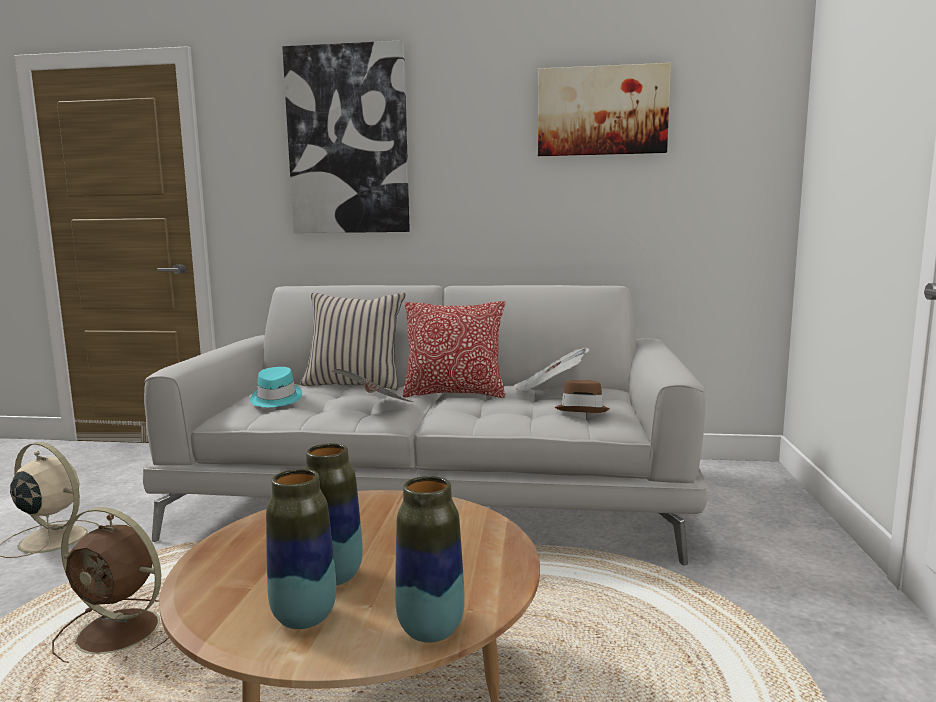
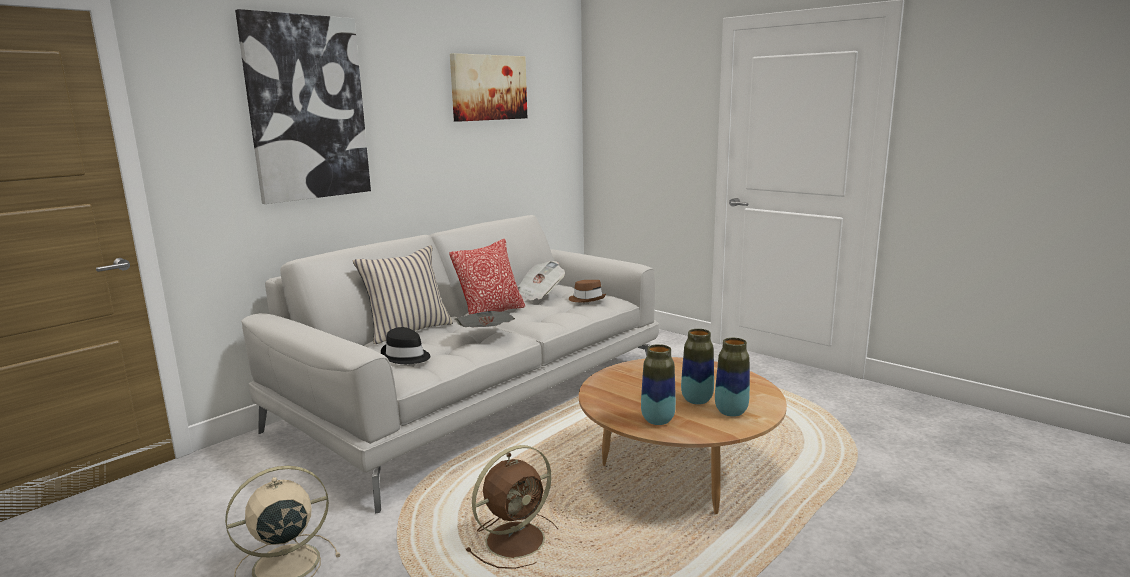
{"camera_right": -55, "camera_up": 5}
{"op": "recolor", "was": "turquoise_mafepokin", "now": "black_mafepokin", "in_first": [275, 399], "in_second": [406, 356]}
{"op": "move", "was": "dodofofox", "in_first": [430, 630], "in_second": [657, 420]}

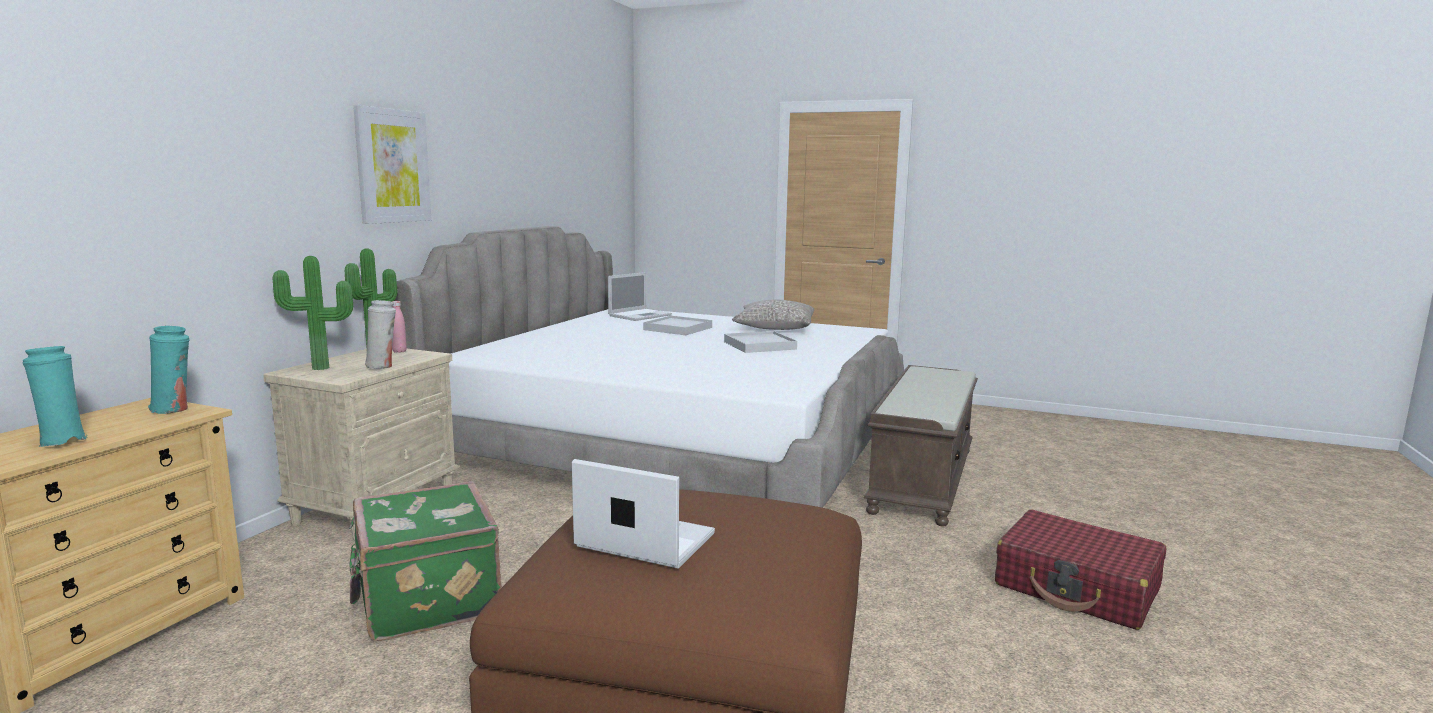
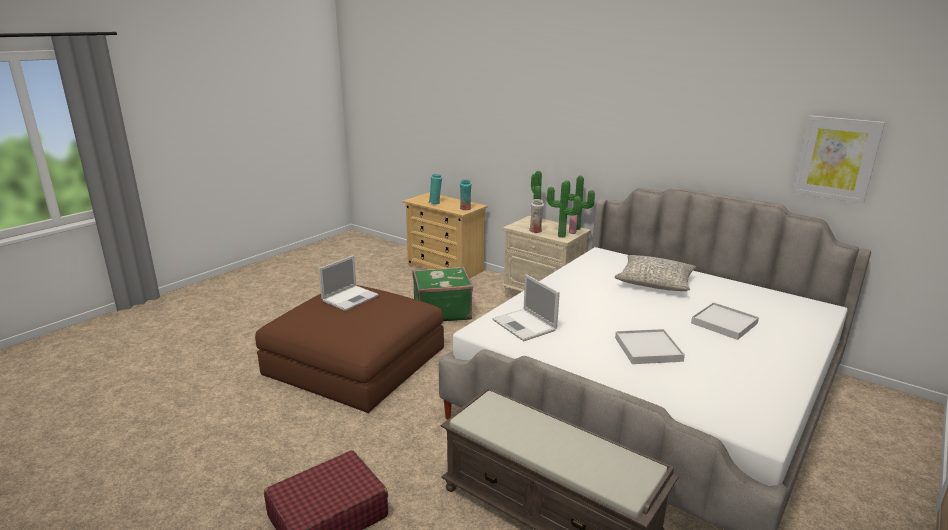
{"camera_right": 105, "camera_up": 10}
{"op": "move", "was": "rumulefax", "in_first": [392, 166], "in_second": [836, 158]}
{"op": "move", "was": "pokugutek", "in_first": [640, 315], "in_second": [525, 325]}
{"op": "move", "was": "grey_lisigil", "in_first": [774, 328], "in_second": [655, 282]}
{"op": "insert", "now": "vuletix", "in_second": [561, 236]}

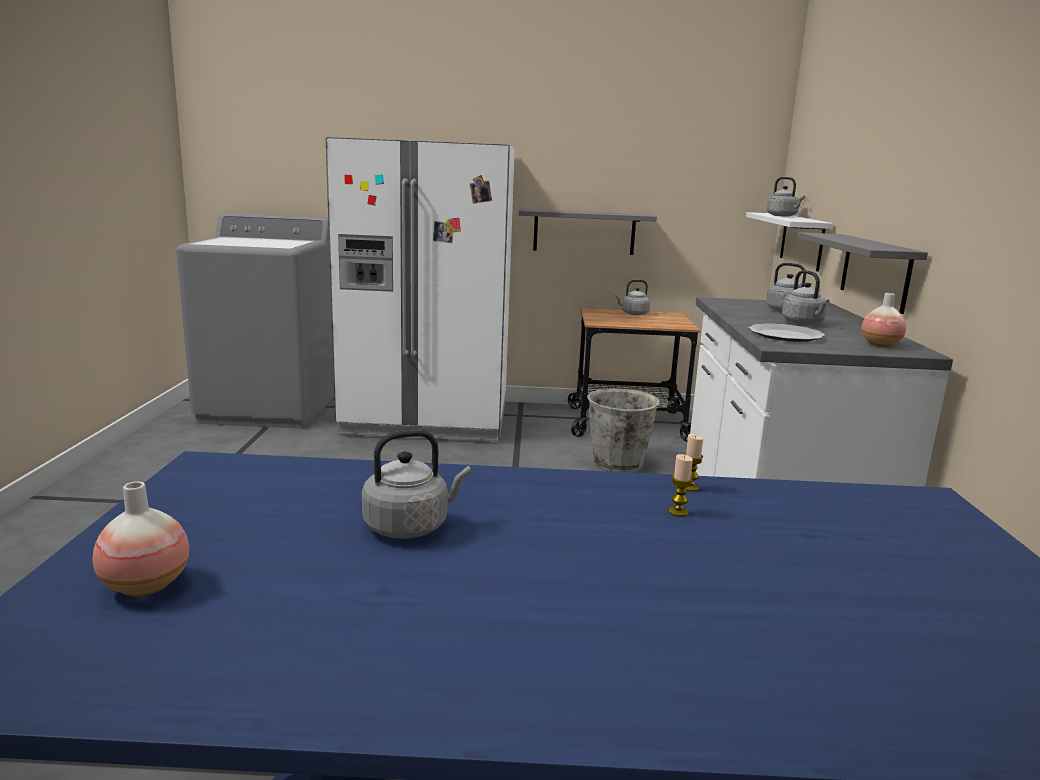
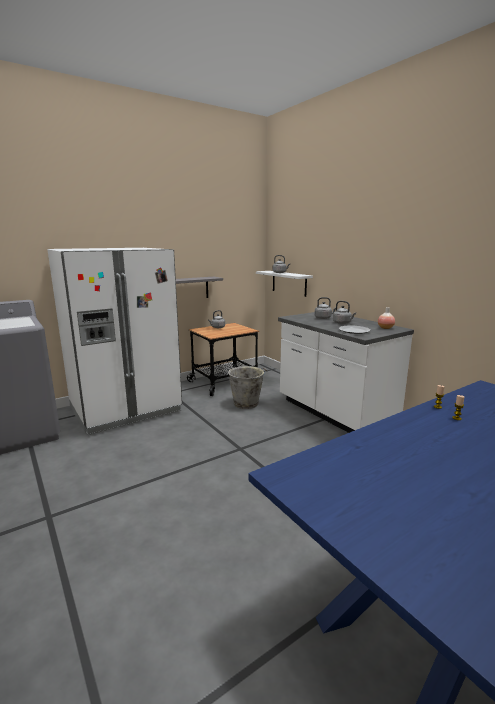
{"camera_right": -35, "camera_up": 0}
{"op": "delete", "was": "dodofofox", "in_first": [146, 585]}
{"op": "delete", "was": "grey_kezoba", "in_first": [410, 526]}
{"op": "delete", "was": "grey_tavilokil", "in_first": [875, 271]}

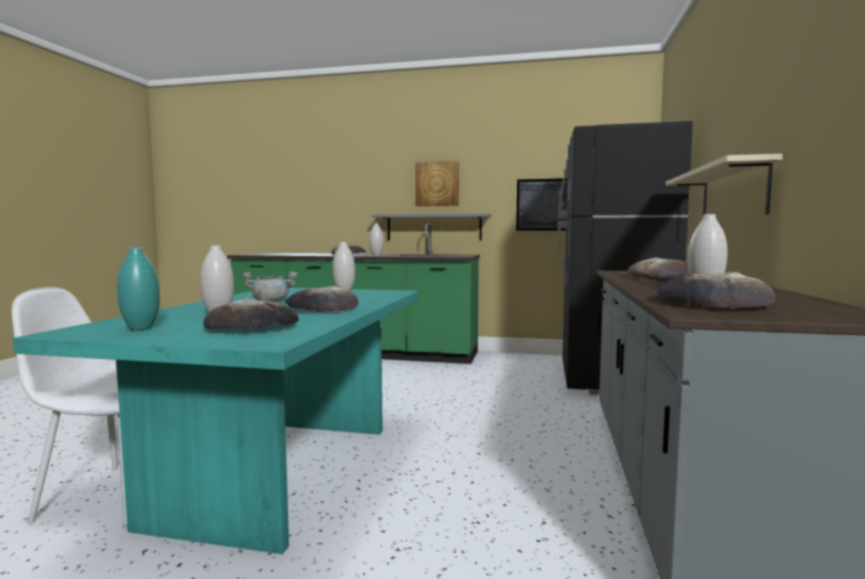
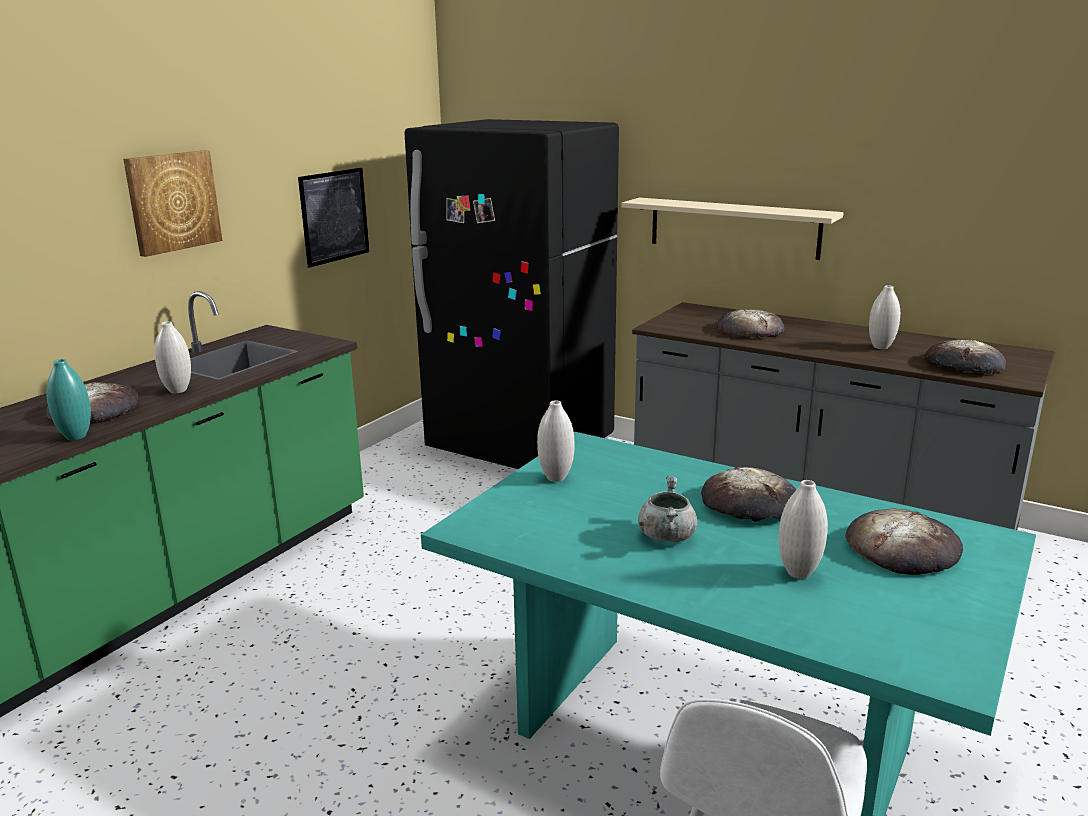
{"camera_right": -70, "camera_up": 15}
{"op": "move", "was": "turquoise_dodofofox", "in_first": [140, 329], "in_second": [76, 437]}
{"op": "delete", "was": "grey_tavilokil", "in_first": [433, 227]}

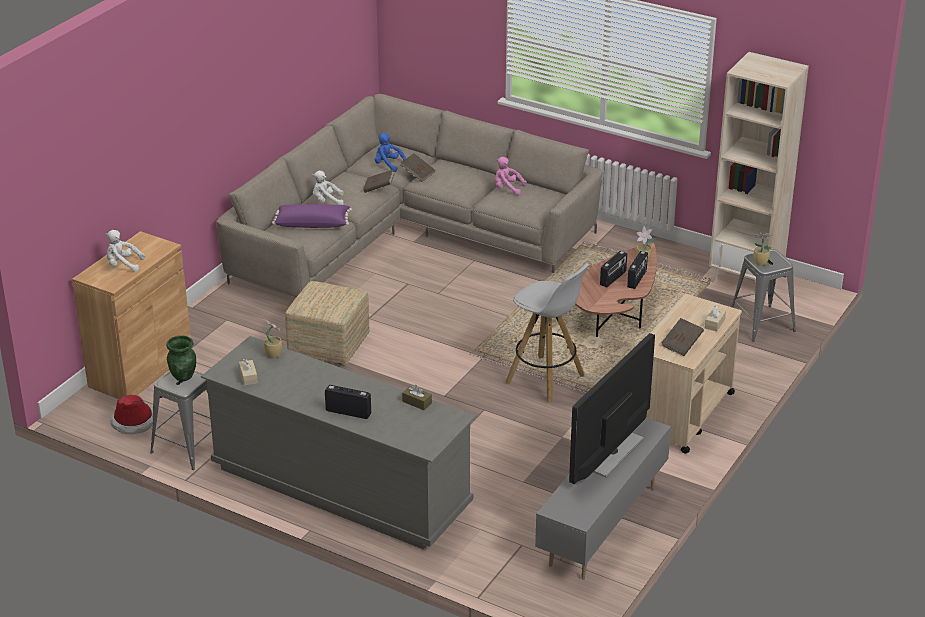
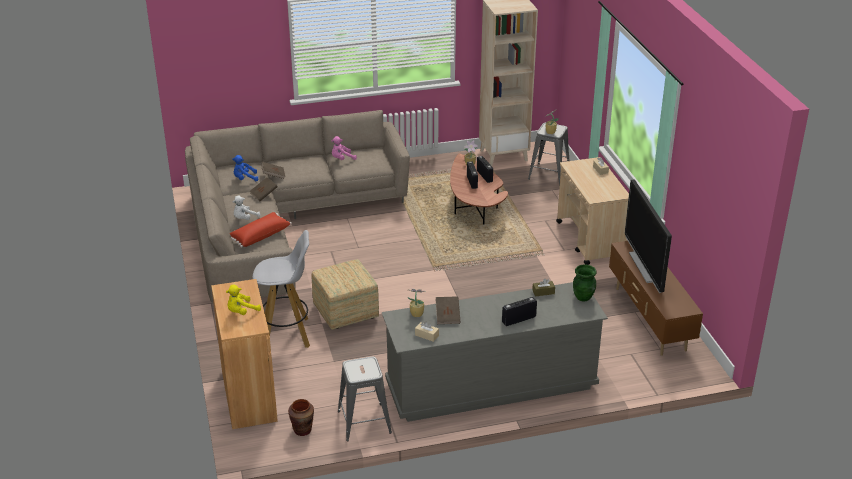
{"camera_right": -45, "camera_up": 0}
{"op": "recolor", "was": "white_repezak", "now": "yellow_repezak", "in_first": [123, 265], "in_second": [241, 312]}
{"op": "replace", "was": "mafepokin", "now": "brown_dodofofox", "in_first": [133, 422], "in_second": [302, 430]}
{"op": "move", "was": "green_dodofofox", "in_first": [183, 376], "in_second": [583, 297]}
{"op": "recolor", "was": "purple_lisigil", "now": "red_lisigil", "in_first": [312, 223], "in_second": [259, 236]}
{"op": "move", "was": "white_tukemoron", "in_first": [546, 380], "in_second": [287, 334]}
{"op": "recolor", "was": "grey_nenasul", "now": "brown_nenasul", "in_first": [601, 526], "in_second": [649, 319]}
{"op": "move", "was": "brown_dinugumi", "in_first": [682, 345], "in_second": [447, 316]}

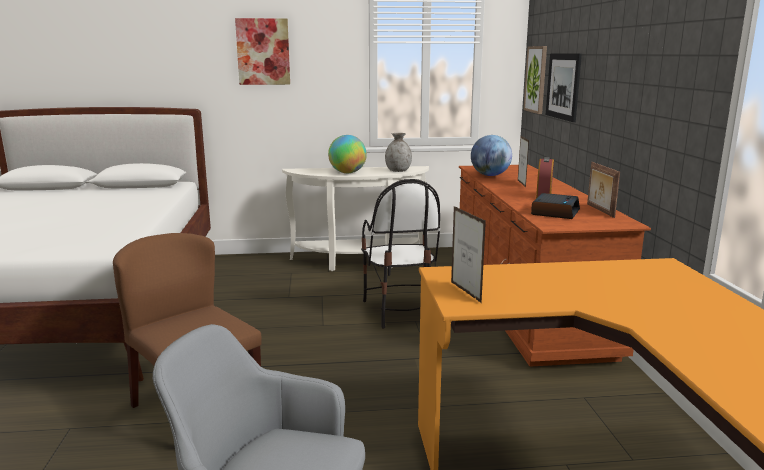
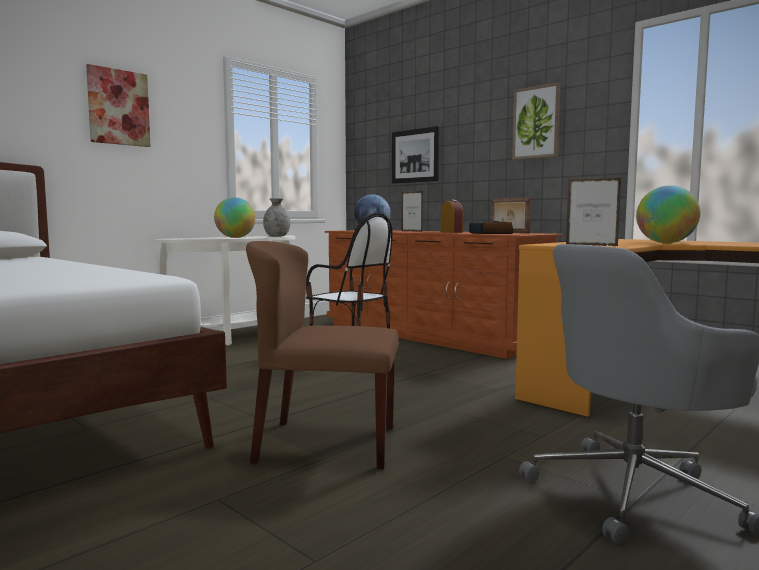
{"camera_right": -40, "camera_up": -10}
{"op": "move", "was": "rumulefax", "in_first": [536, 79], "in_second": [536, 122]}
{"op": "insert", "now": "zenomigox", "in_second": [665, 243]}

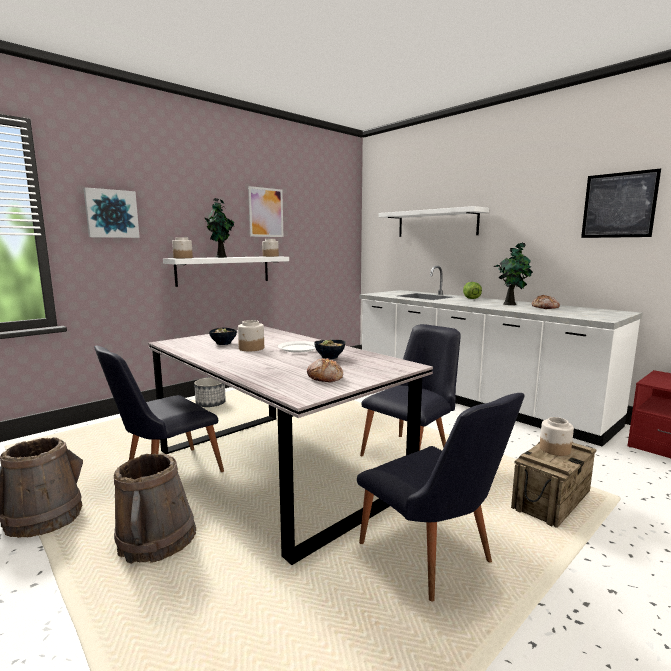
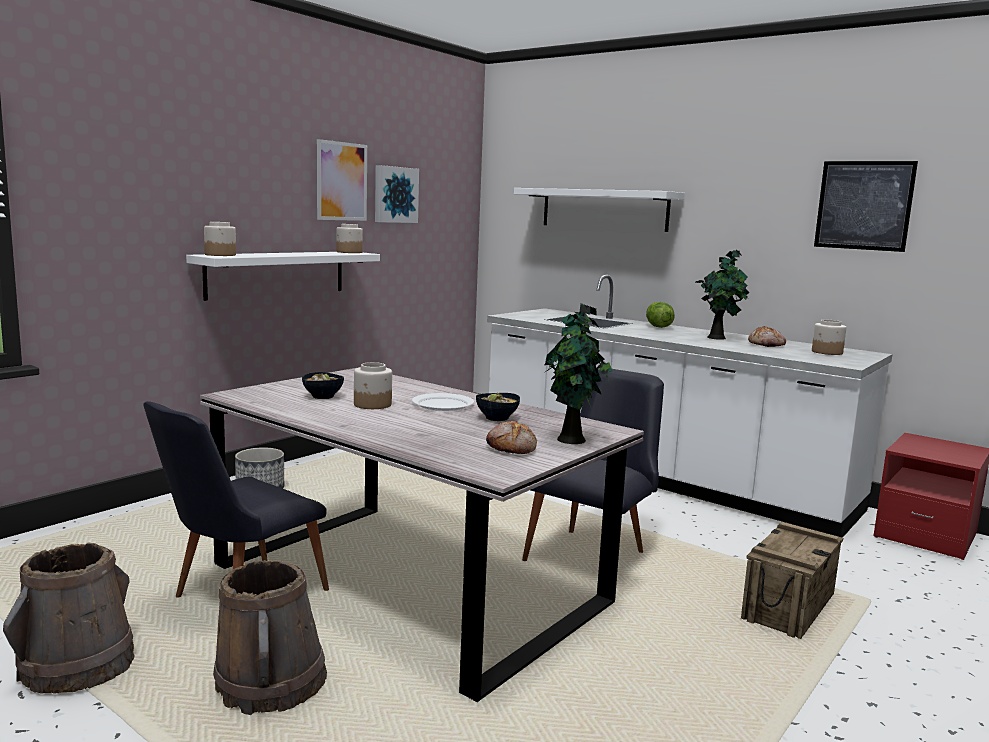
{"camera_right": -10, "camera_up": 0}
{"op": "move", "was": "rumulefax", "in_first": [111, 214], "in_second": [395, 194]}
{"op": "move", "was": "vuletix", "in_first": [221, 257], "in_second": [573, 440]}
{"op": "delete", "was": "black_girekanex", "in_first": [433, 560]}
{"op": "move", "was": "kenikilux", "in_first": [554, 449], "in_second": [827, 352]}

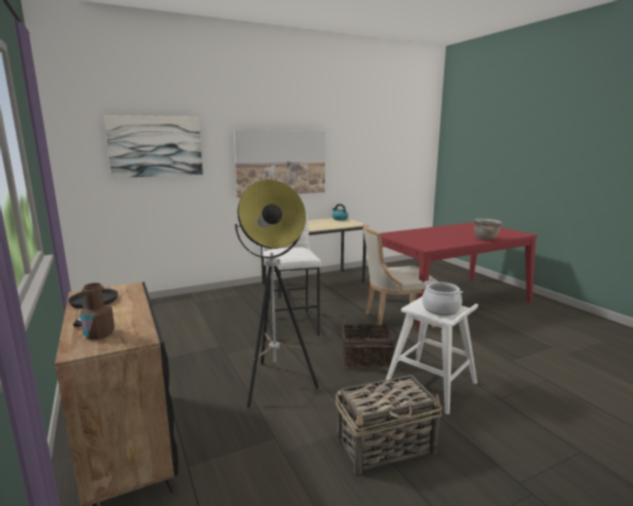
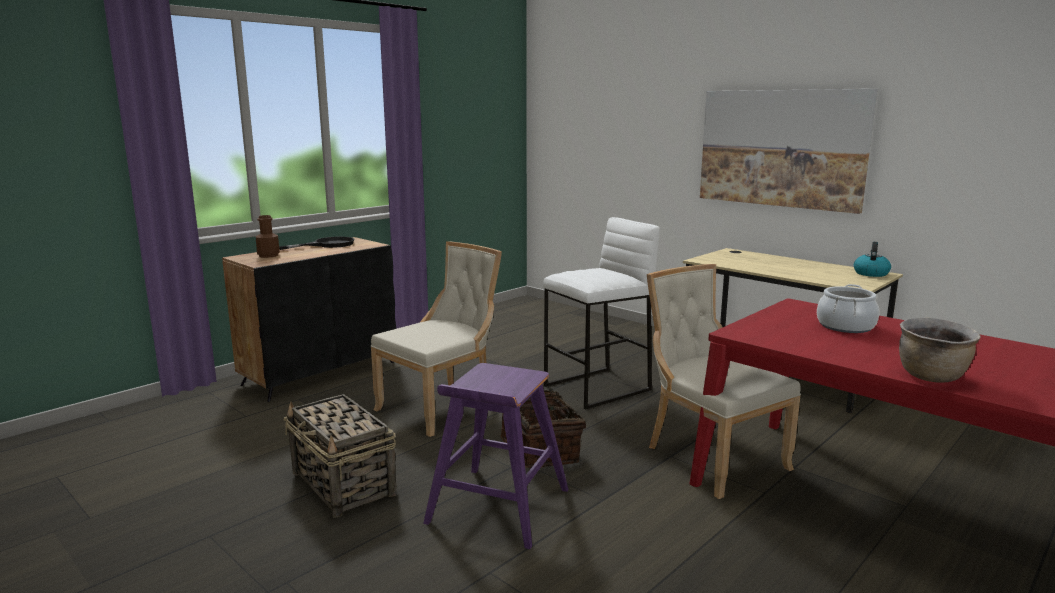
{"camera_right": 70, "camera_up": 0}
{"op": "delete", "was": "rumulefax", "in_first": [156, 146]}
{"op": "replace", "was": "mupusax", "now": "beige_girekanex", "in_first": [275, 383], "in_second": [442, 406]}
{"op": "recolor", "was": "white_tukemoron", "now": "purple_tukemoron", "in_first": [431, 385], "in_second": [497, 506]}
{"op": "move", "was": "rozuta", "in_first": [441, 309], "in_second": [845, 326]}

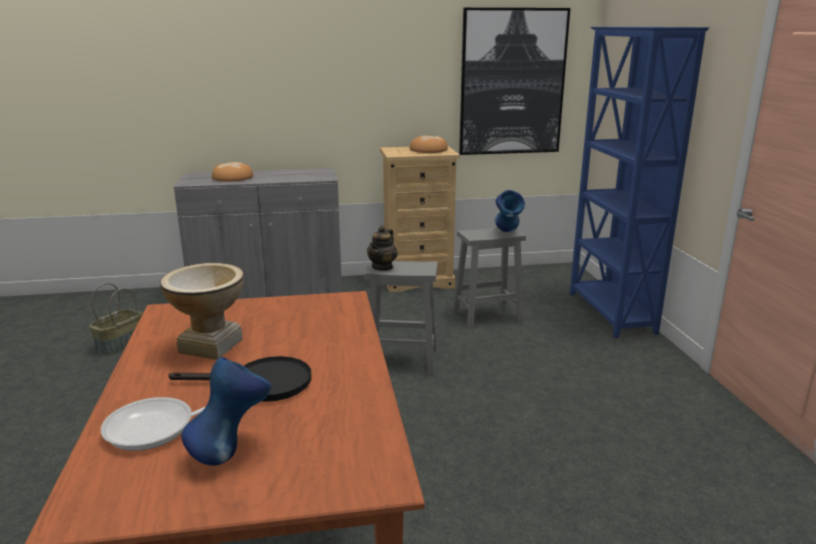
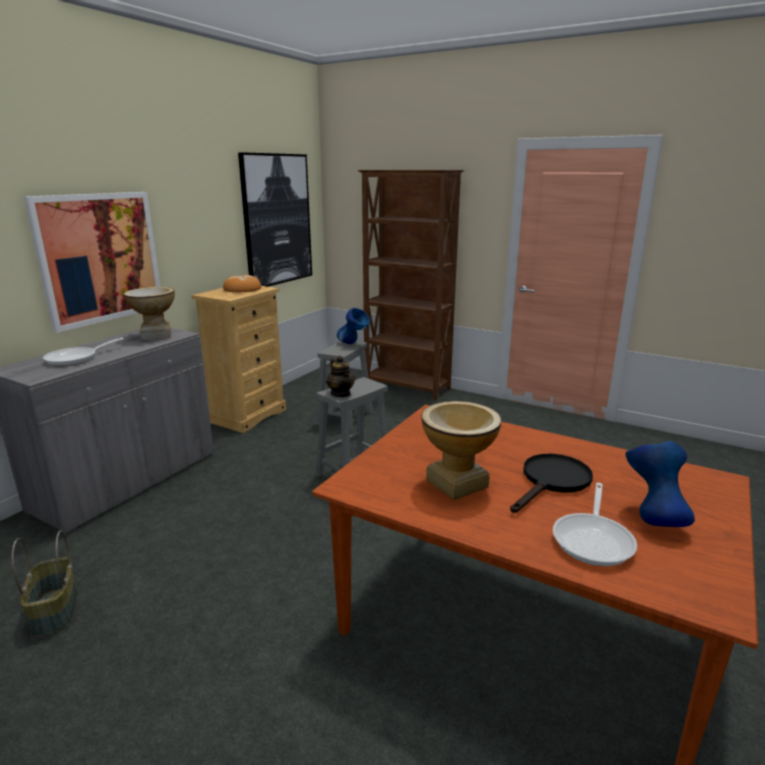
{"camera_right": -50, "camera_up": 0}
{"op": "replace", "was": "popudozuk", "now": "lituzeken", "in_first": [233, 177], "in_second": [76, 358]}
{"op": "recolor", "was": "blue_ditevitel", "now": "brown_ditevitel", "in_first": [610, 313], "in_second": [407, 387]}
{"op": "insert", "now": "rumulefax", "in_second": [100, 258]}
{"op": "insert", "now": "dodofofox", "in_second": [156, 336]}

